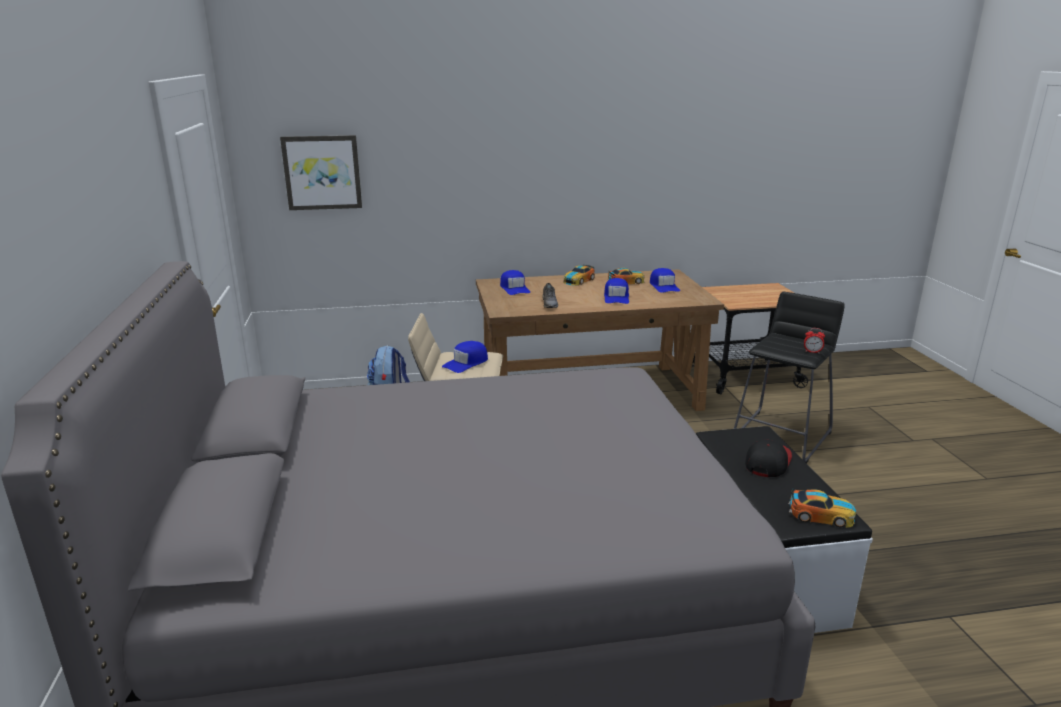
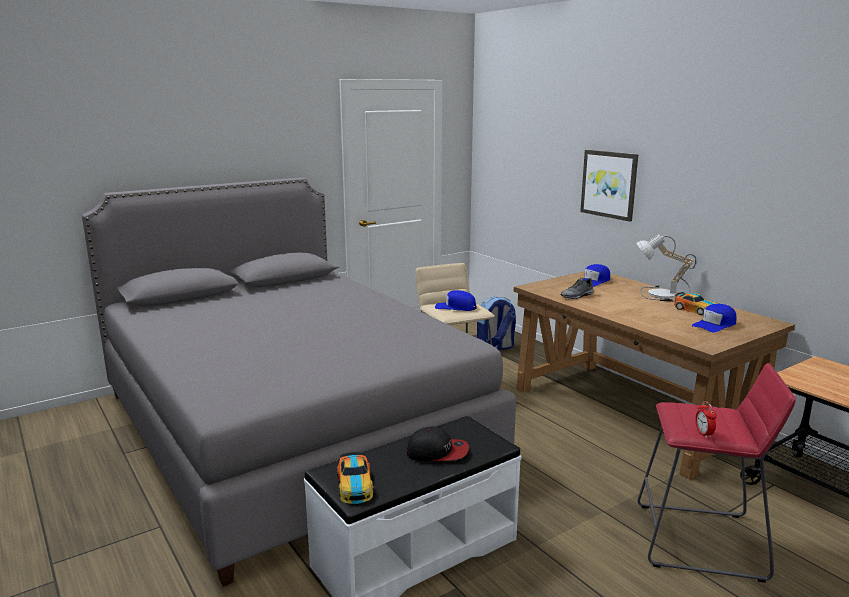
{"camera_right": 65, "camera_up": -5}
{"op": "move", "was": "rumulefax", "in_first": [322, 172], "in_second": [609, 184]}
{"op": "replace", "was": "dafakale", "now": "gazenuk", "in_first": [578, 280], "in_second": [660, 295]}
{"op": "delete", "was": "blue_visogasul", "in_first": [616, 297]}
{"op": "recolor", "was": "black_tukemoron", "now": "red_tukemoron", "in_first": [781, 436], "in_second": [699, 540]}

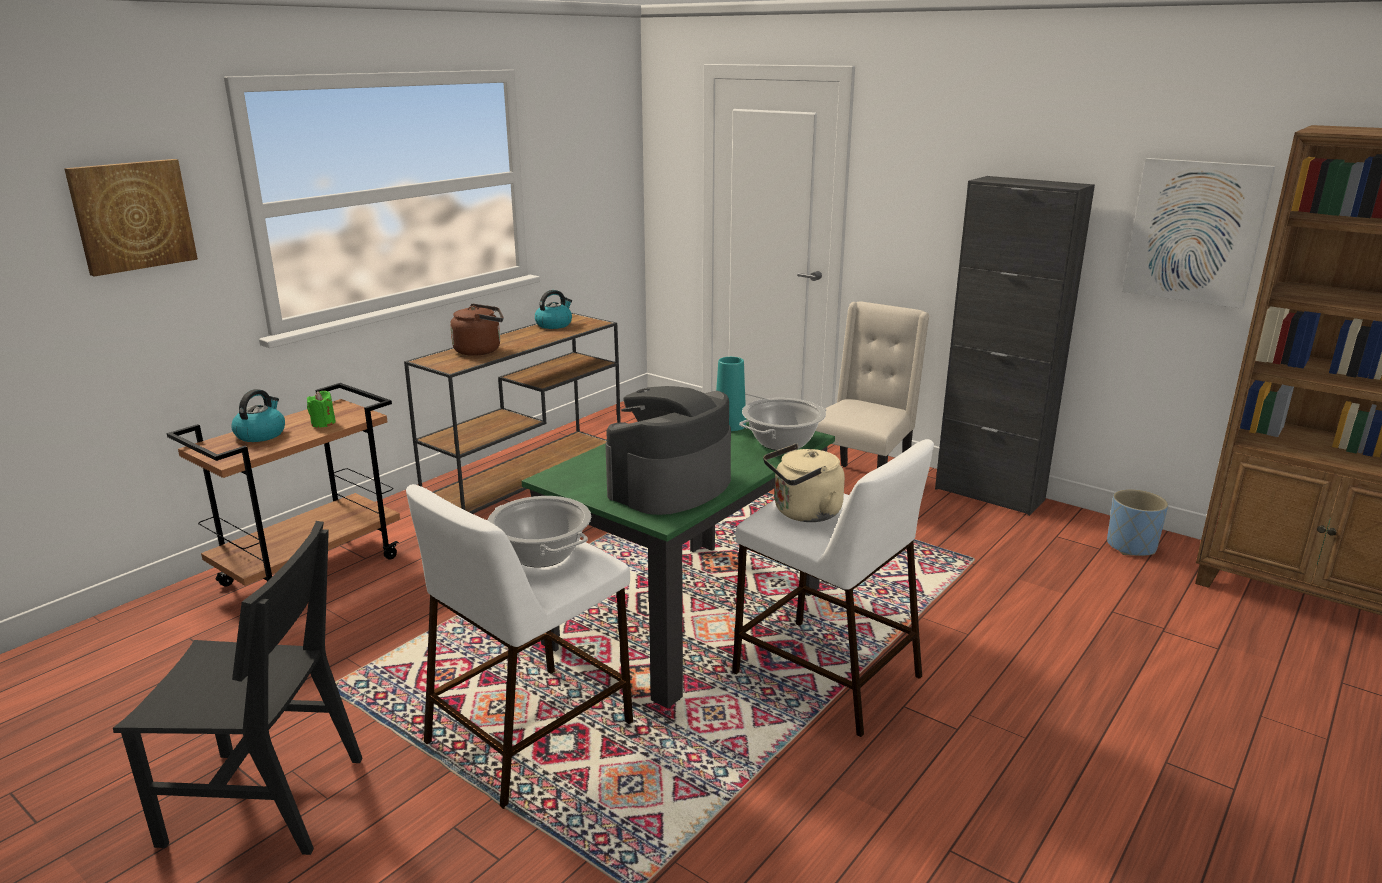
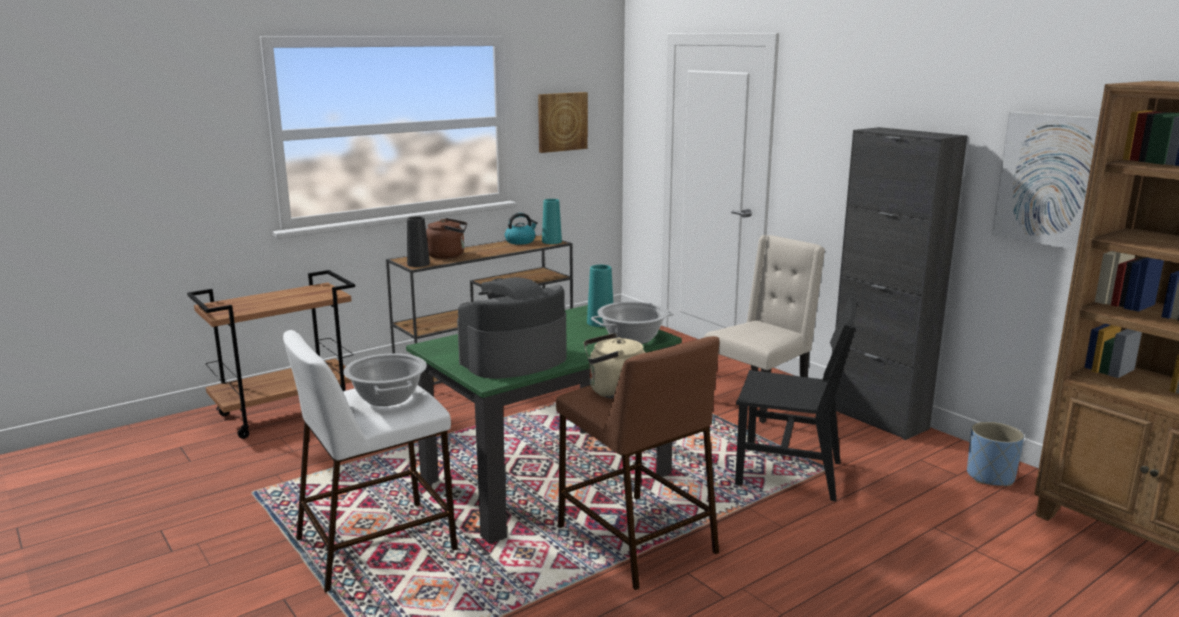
{"camera_right": 15, "camera_up": -5}
{"op": "move", "was": "rumulefax", "in_first": [132, 215], "in_second": [562, 122]}
{"op": "move", "was": "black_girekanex", "in_first": [264, 801], "in_second": [789, 474]}
{"op": "delete", "was": "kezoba", "in_first": [261, 434]}
{"op": "delete", "was": "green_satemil", "in_first": [323, 423]}
{"op": "recolor", "was": "white_tukemoron", "now": "brown_tukemoron", "in_first": [824, 674], "in_second": [634, 539]}
{"op": "insert", "now": "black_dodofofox", "in_second": [418, 264]}
{"op": "insert", "now": "turquoise_dodofofox", "in_second": [551, 241]}

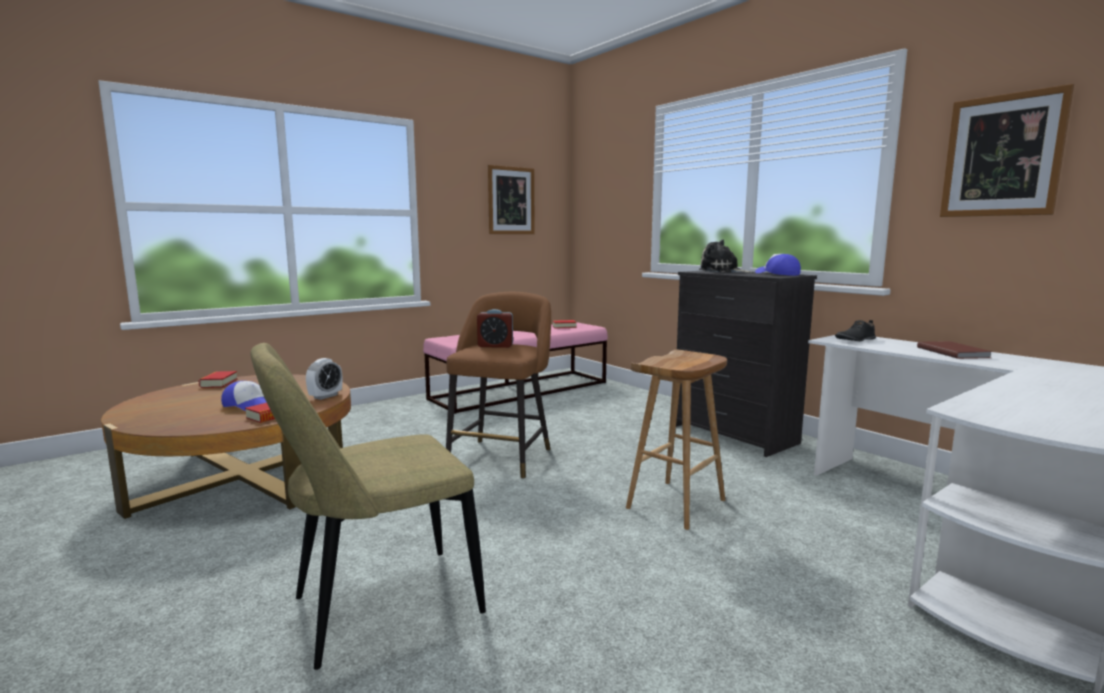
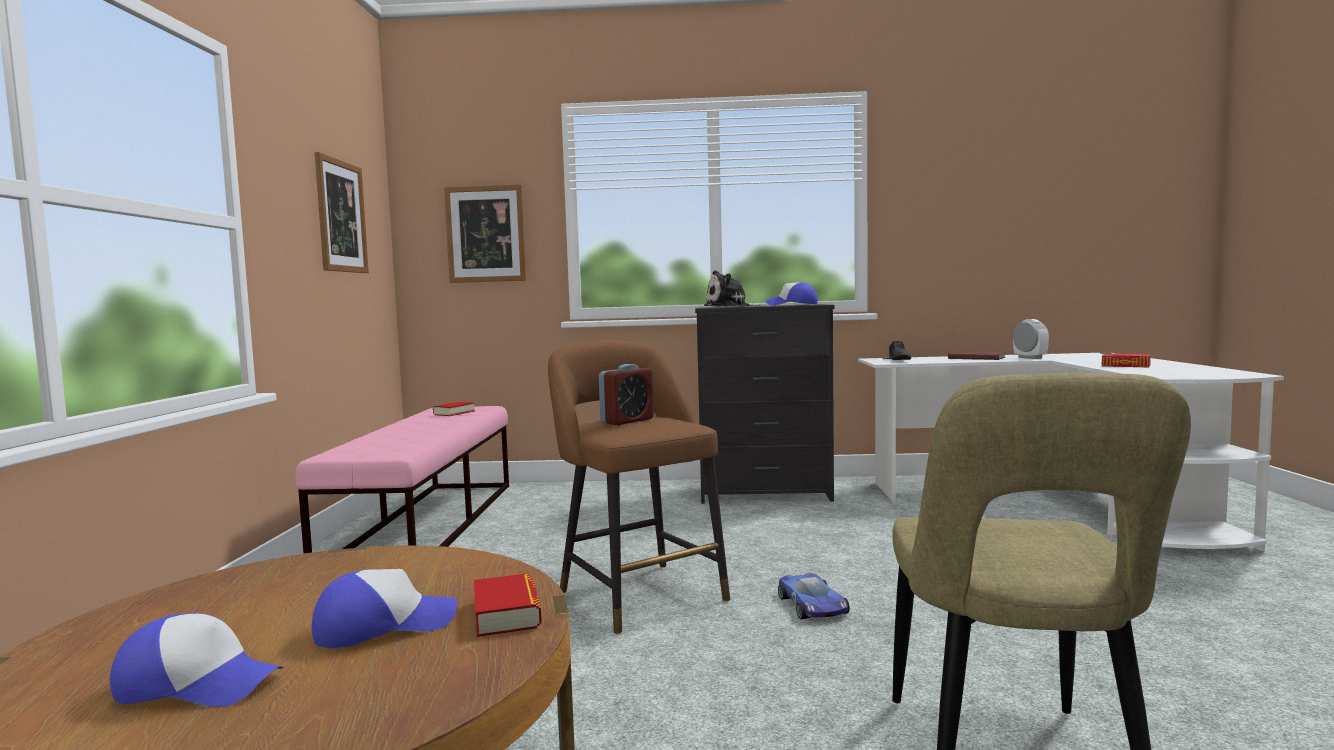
{"camera_right": -50, "camera_up": -5}
{"op": "move", "was": "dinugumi", "in_first": [219, 383], "in_second": [1125, 365]}
{"op": "move", "was": "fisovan", "in_first": [325, 396], "in_second": [1030, 358]}
{"op": "delete", "was": "brown_tukemoron", "in_first": [676, 504]}
{"op": "move", "was": "rumulefax", "in_first": [1002, 156], "in_second": [485, 234]}
{"op": "insert", "now": "visogasul", "in_second": [198, 684]}
{"op": "insert", "now": "dafakale", "in_second": [813, 606]}

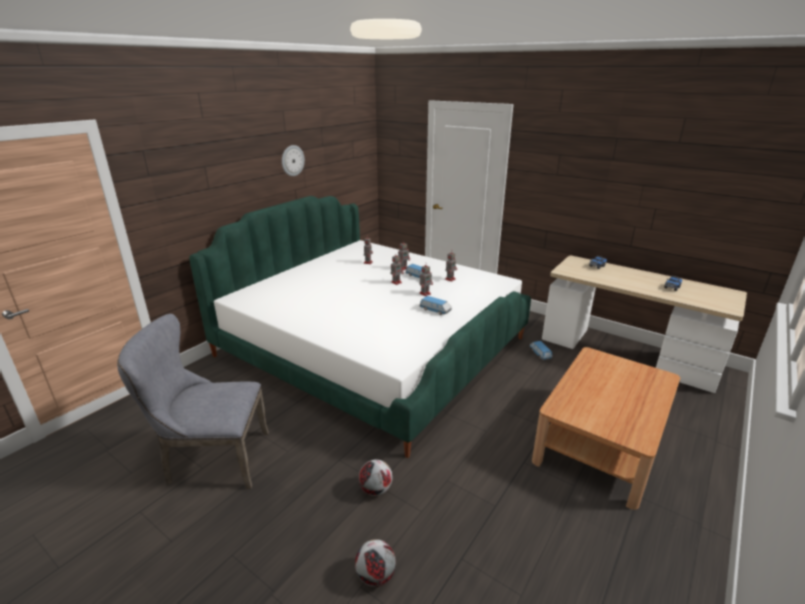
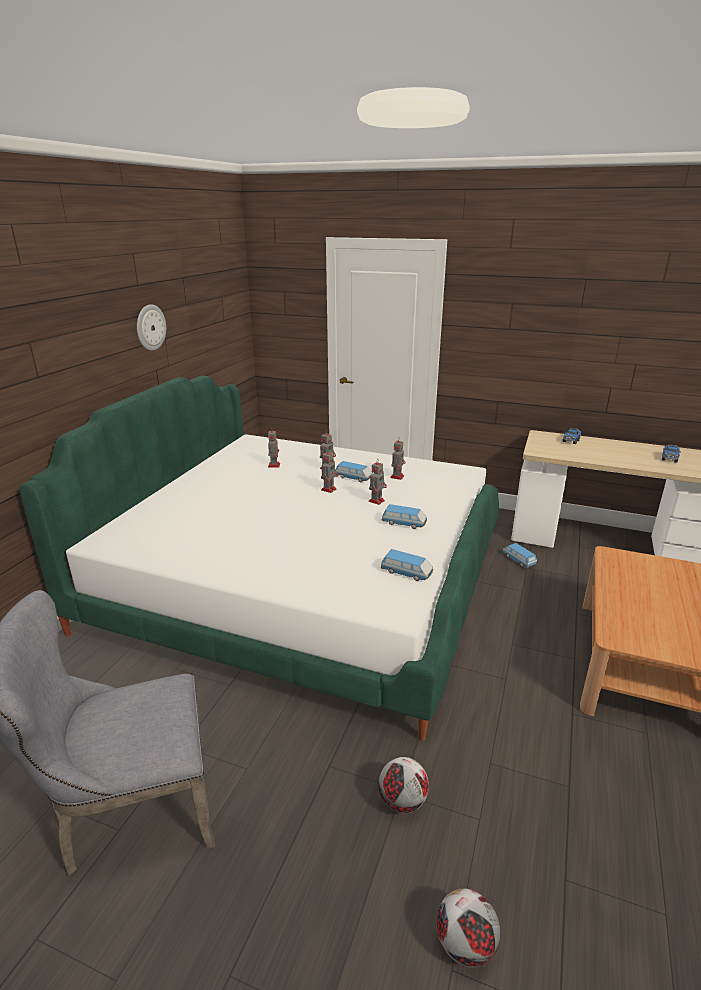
{"camera_right": -15, "camera_up": 0}
{"op": "insert", "now": "dafakale", "in_second": [406, 573]}

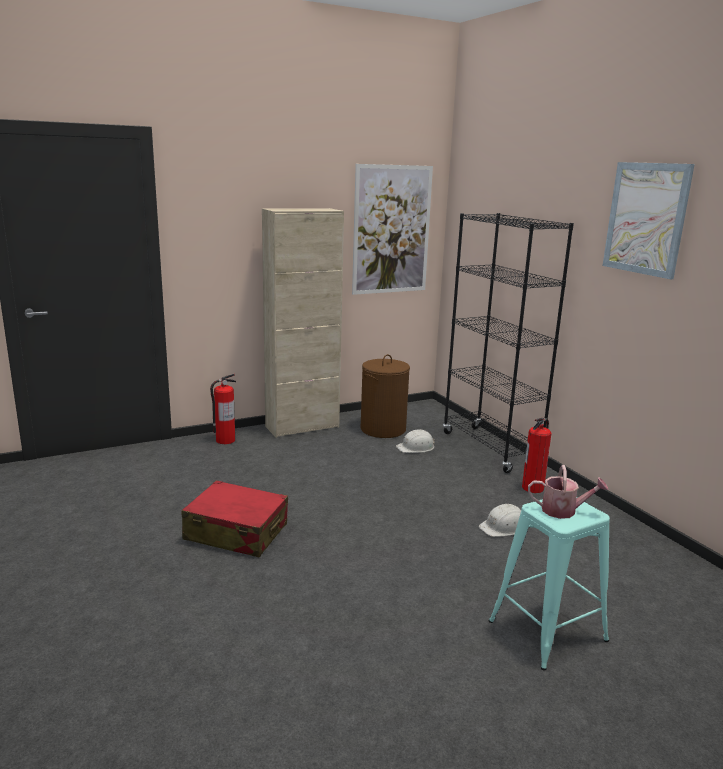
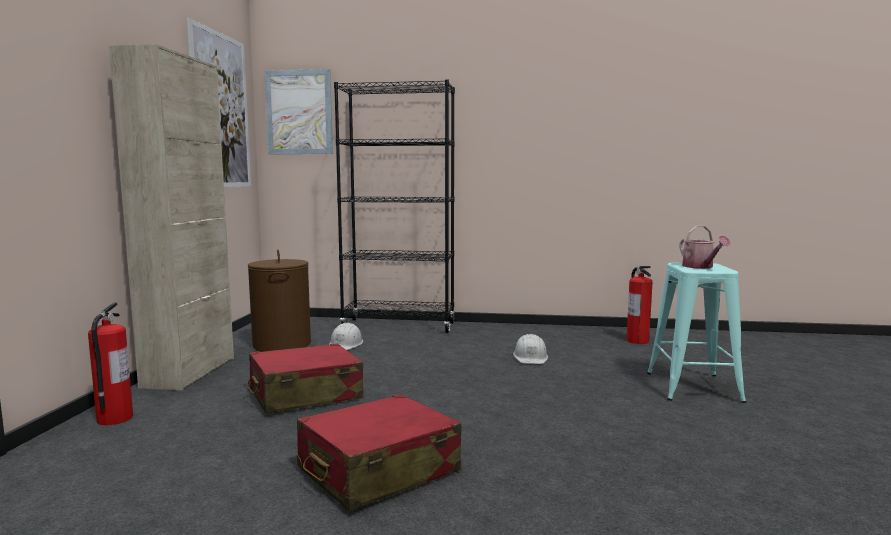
{"camera_right": -55, "camera_up": -10}
{"op": "move", "was": "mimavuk", "in_first": [533, 487], "in_second": [637, 340]}
{"op": "rotate", "was": "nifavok", "in_first": [563, 511], "in_second": [700, 267], "clockwise": 120}
{"op": "move", "was": "rumulefax", "in_first": [646, 219], "in_second": [299, 112]}
{"op": "insert", "now": "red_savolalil", "in_second": [305, 395]}

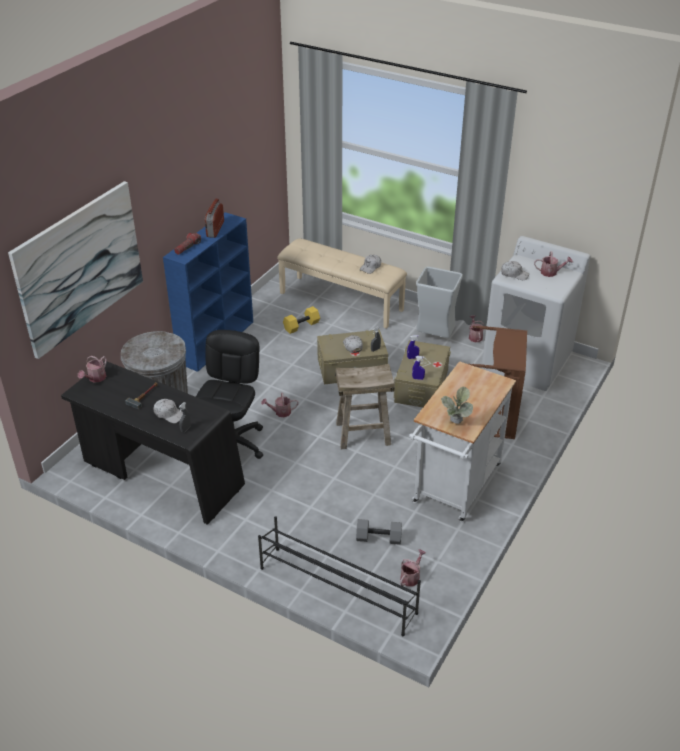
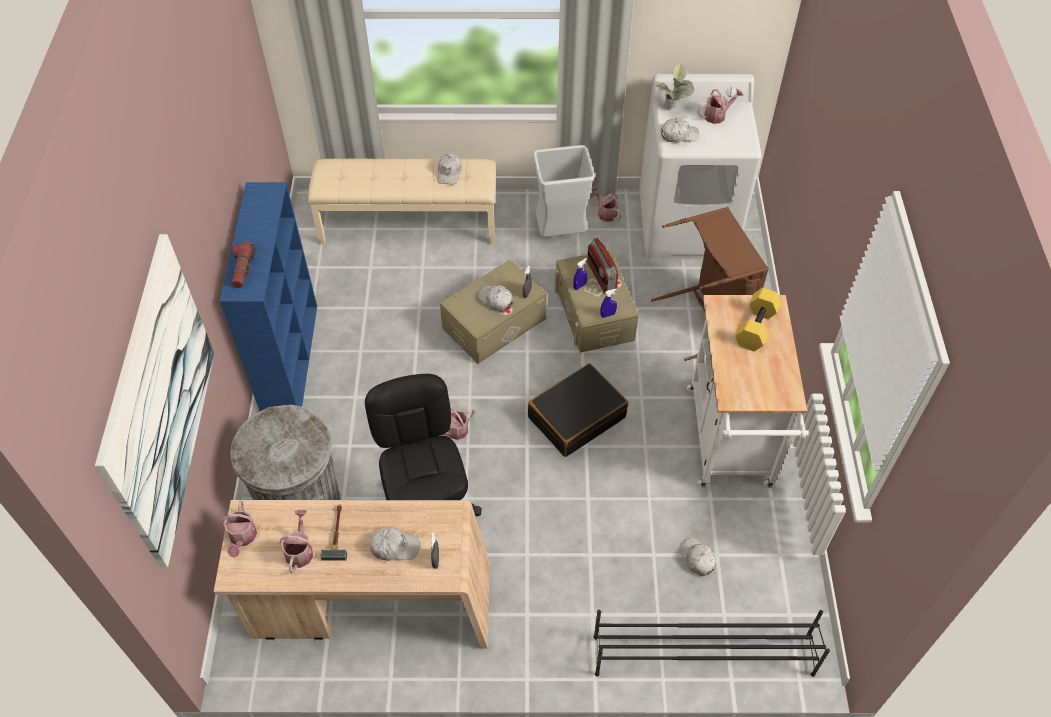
{"camera_right": -30, "camera_up": 15}
{"op": "recolor", "was": "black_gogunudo", "now": "beige_gogunudo", "in_first": [160, 475], "in_second": [371, 605]}
{"op": "move", "was": "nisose", "in_first": [215, 229], "in_second": [601, 276]}
{"op": "move", "was": "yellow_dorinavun", "in_first": [301, 325], "in_second": [755, 326]}
{"op": "replace", "was": "beige_tukemoron", "now": "black_savolalil", "in_first": [363, 434], "in_second": [576, 417]}
{"op": "replace", "was": "grey_dorinavun", "now": "white_visogasul", "in_first": [378, 539], "in_second": [697, 558]}
{"op": "move", "was": "nifavok", "in_first": [411, 576], "in_second": [300, 550]}
{"op": "move", "was": "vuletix", "in_first": [455, 424], "in_second": [672, 109]}

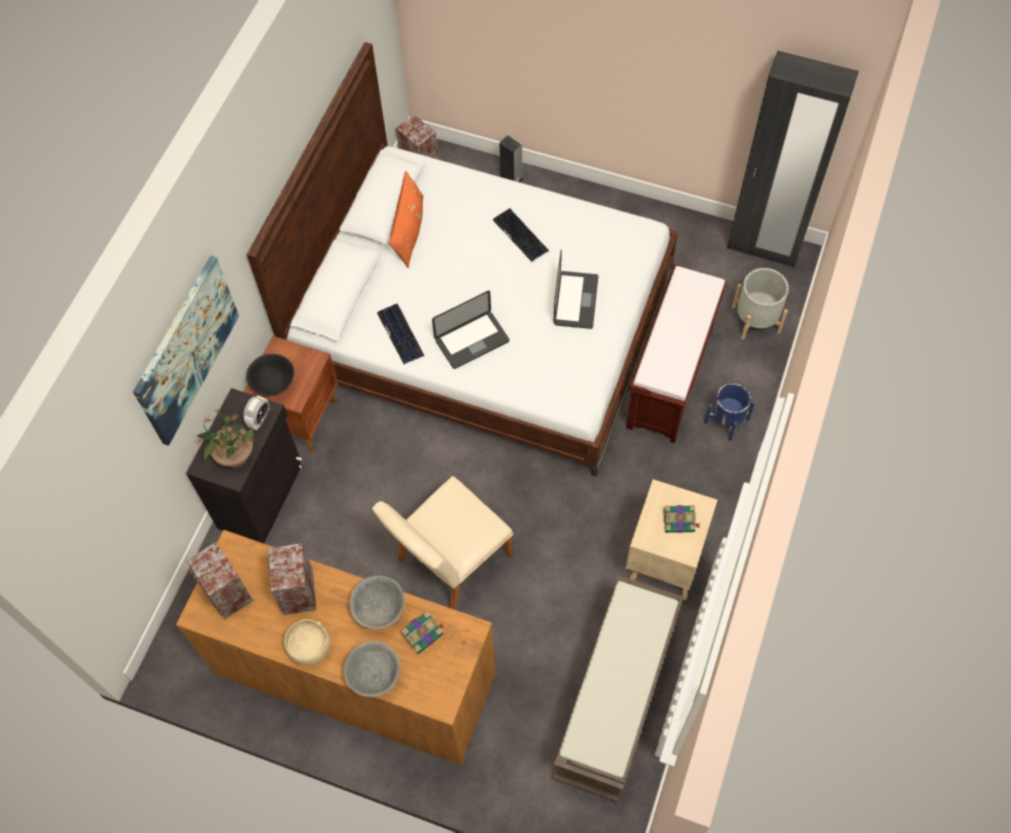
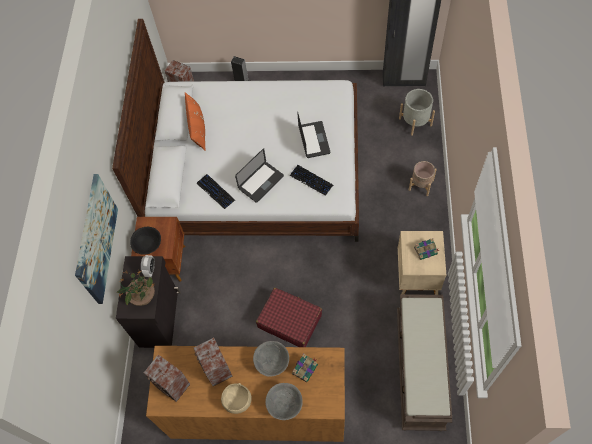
{"camera_right": -15, "camera_up": 0}
{"op": "replace", "was": "beige_girekanex", "now": "red_savolalil", "in_first": [448, 562], "in_second": [289, 321]}
{"op": "move", "was": "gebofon", "in_first": [520, 235], "in_second": [311, 180]}
{"op": "delete", "was": "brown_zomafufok", "in_first": [669, 377]}
{"op": "recolor", "was": "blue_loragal", "now": "beige_loragal", "in_first": [727, 420], "in_second": [421, 185]}

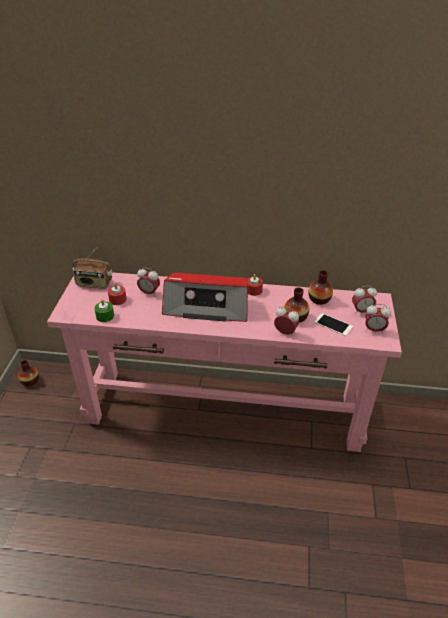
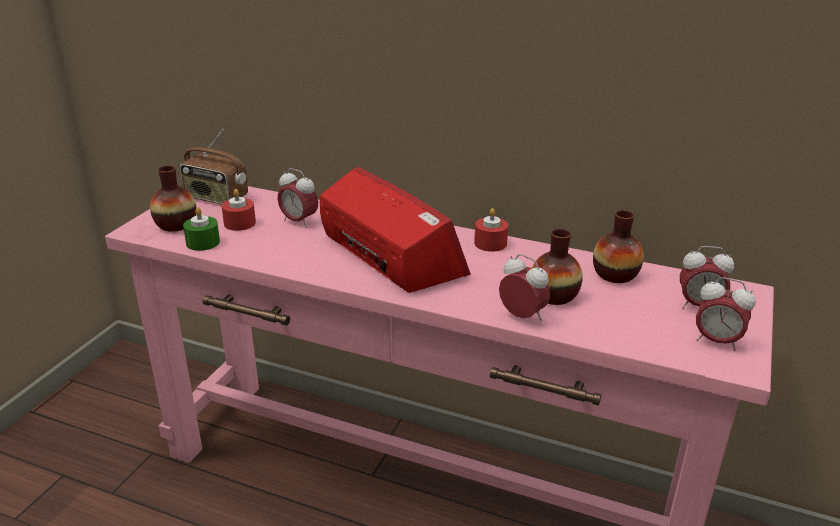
{"camera_right": 15, "camera_up": -10}
{"op": "move", "was": "dodofofox", "in_first": [30, 381], "in_second": [176, 224]}
{"op": "rotate", "was": "nisose", "in_first": [207, 306], "in_second": [390, 254], "clockwise": -150}
{"op": "delete", "was": "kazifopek", "in_first": [333, 325]}

